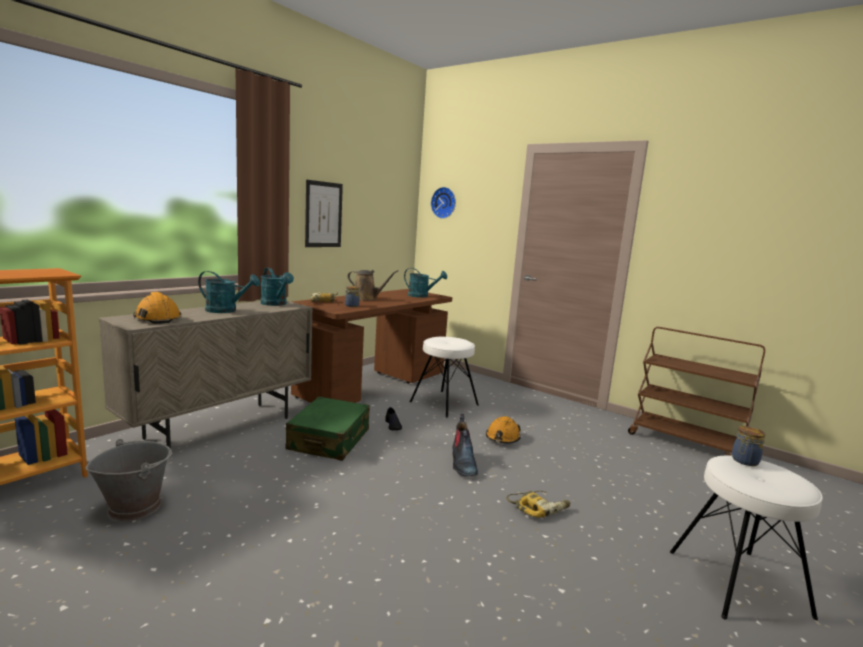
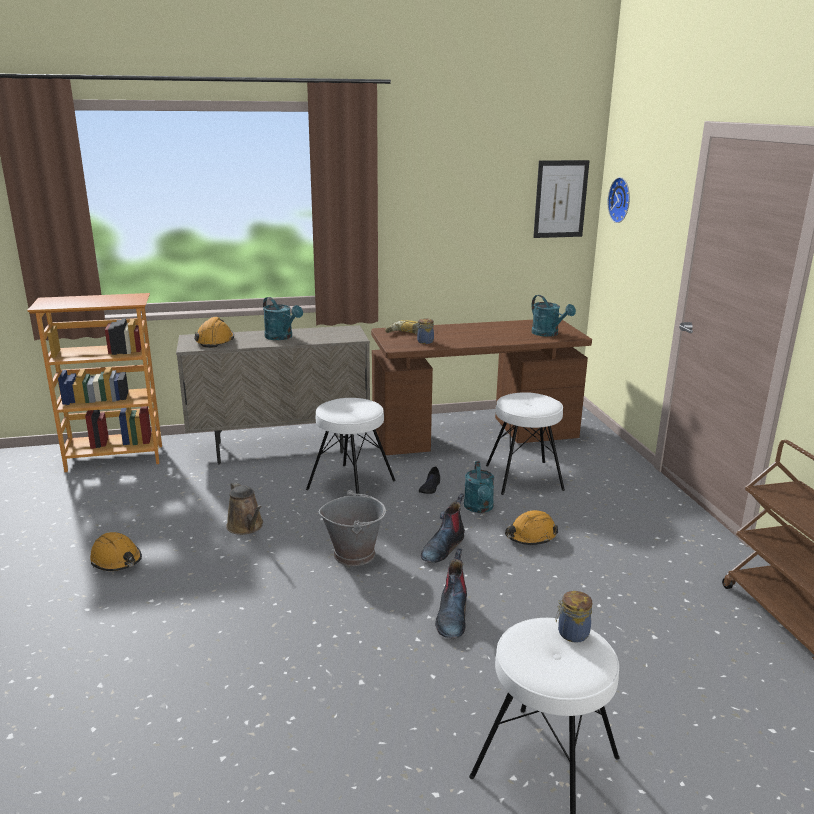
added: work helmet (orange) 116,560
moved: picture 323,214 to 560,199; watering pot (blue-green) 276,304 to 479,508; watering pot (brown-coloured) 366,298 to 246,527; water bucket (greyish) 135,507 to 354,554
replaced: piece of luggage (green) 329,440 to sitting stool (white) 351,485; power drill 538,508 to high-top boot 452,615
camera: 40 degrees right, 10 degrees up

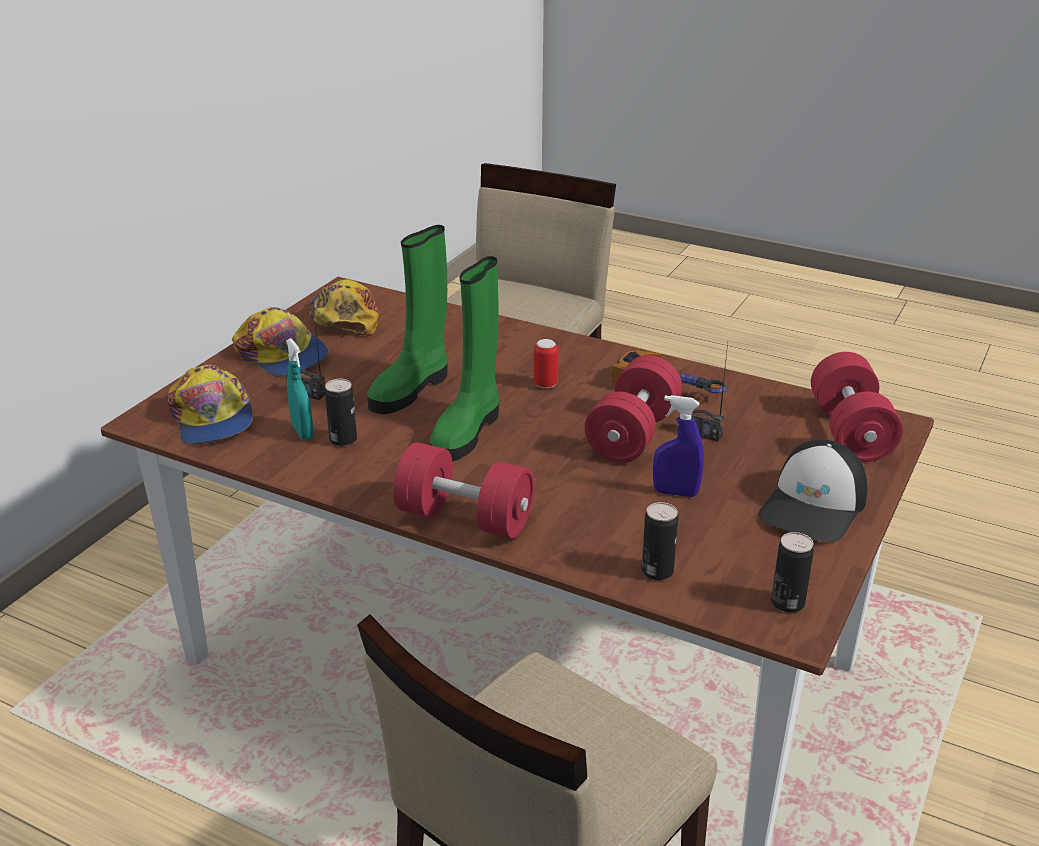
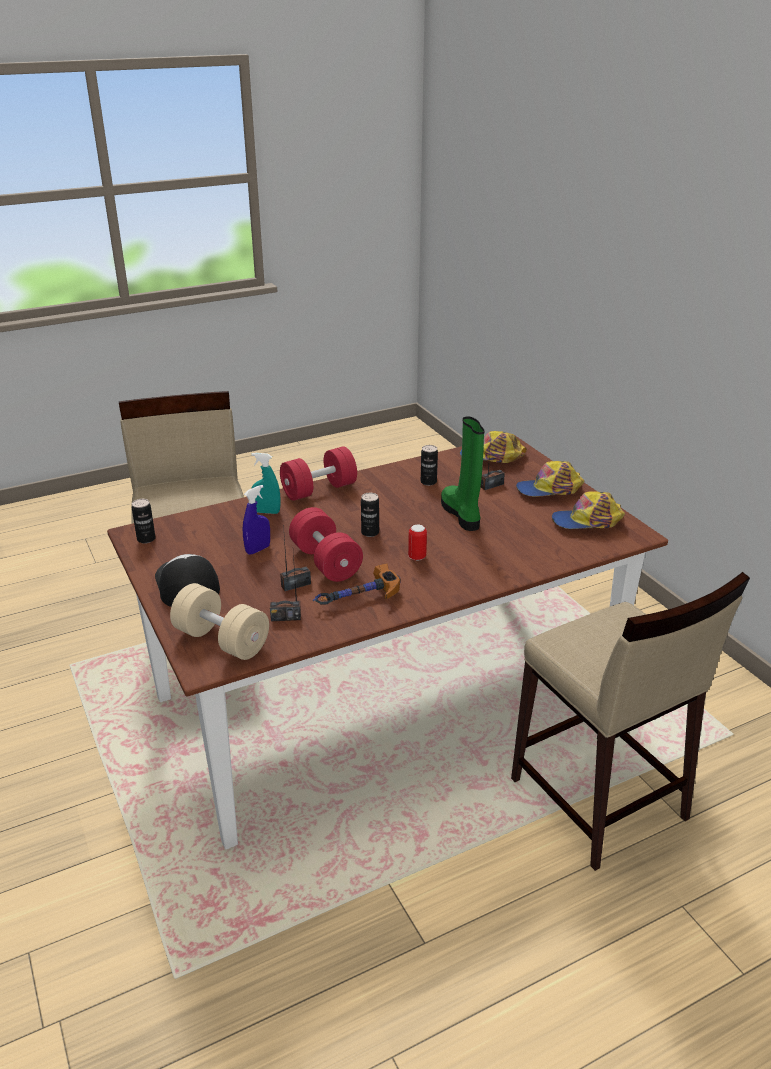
removed: high-top boot (green) 467,431
added: radio receiver 286,617
moved: hand sprayer (blue-green) 302,432 to 267,512; sealed can 657,571 to 370,532
recoloured: dumbbell (red-coloured) 850,432 to dumbbell (sand-coloured) 222,640
turned: peaked cap 345,317 = 587,522 150 degrees clockwise
camera: 125 degrees right, 0 degrees up

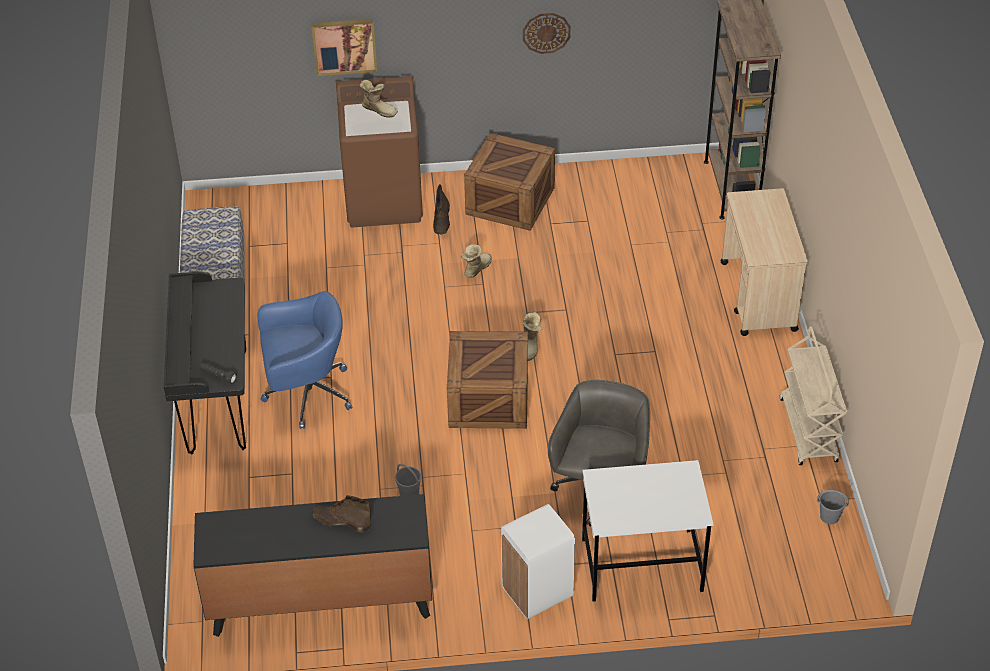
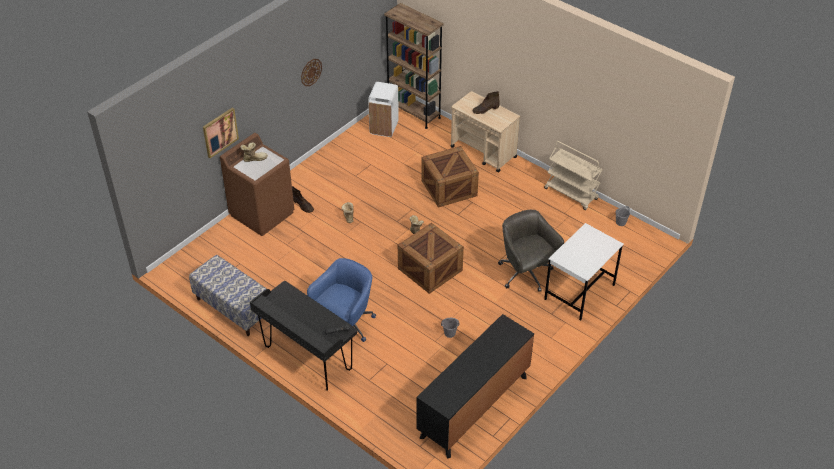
moved: packing crate 508,201 to 448,189; high-top boot (brown-coloured) 341,521 to 485,109; rubbish bin (white) 538,592 to 384,127
camera: 45 degrees left, 0 degrees up

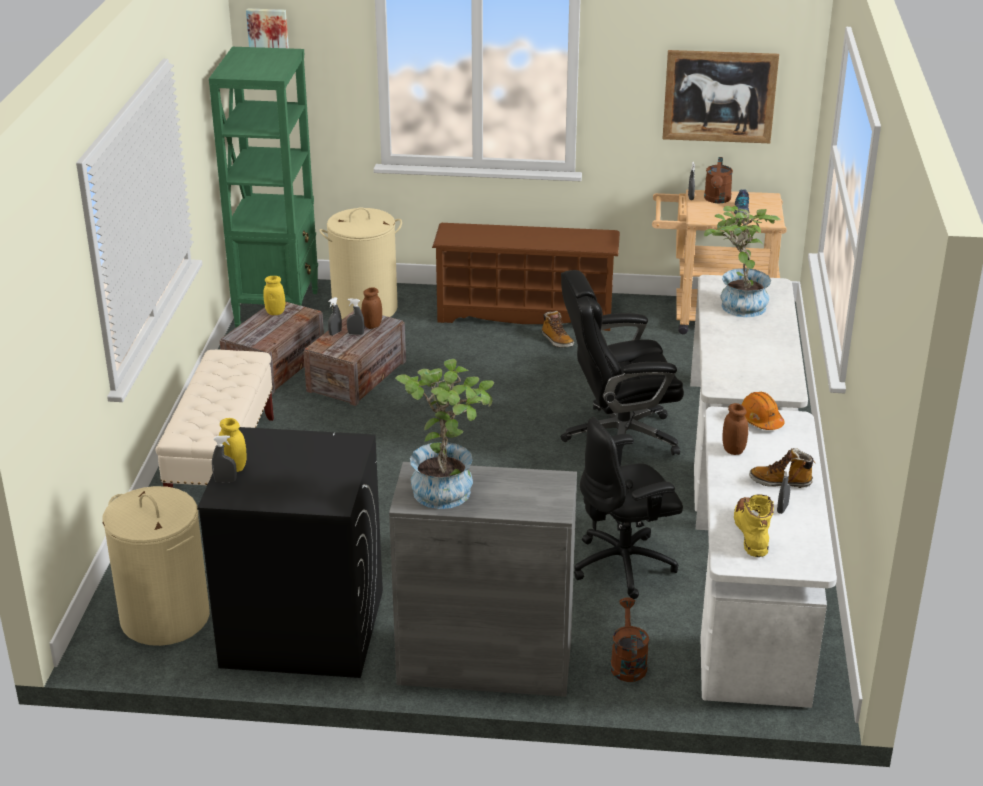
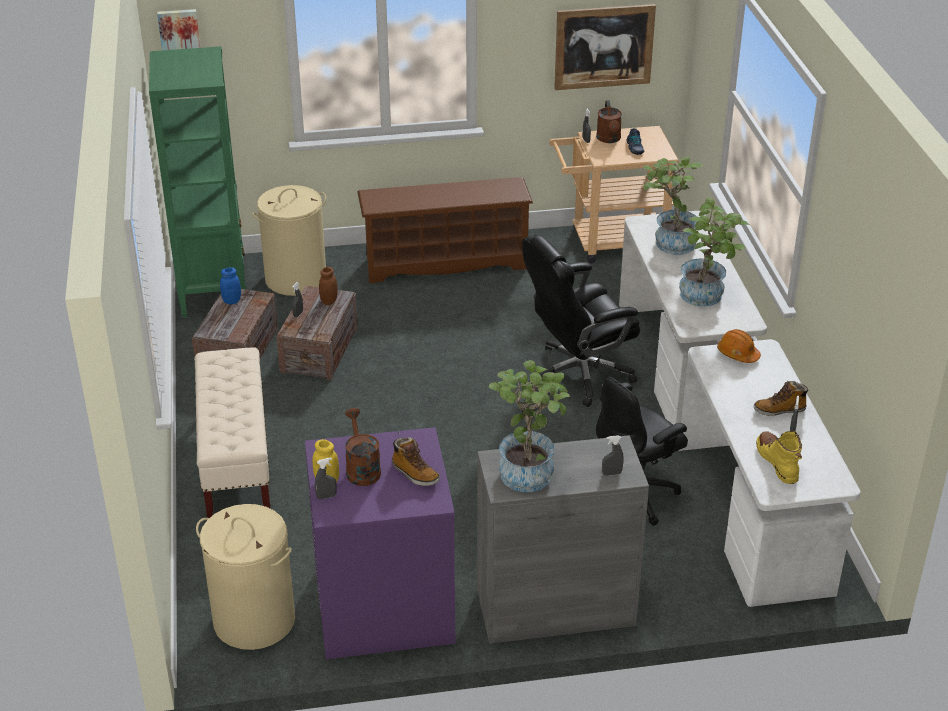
removed: storage jar (brown-coloured) 733,450
added: plant in a pot 707,297
moved: hand sprayer (greyish) 356,334 to 611,473; high-top boot 556,340 to 415,474; watering pot (brown-coloured) 627,663 to 361,469
recoloured: storage jar (yellow) 275,312 to storage jar (bluish) 232,301; laundry appliance (black) 301,629 to laundry appliance (purplish) 382,607
camera: 15 degrees left, 5 degrees up

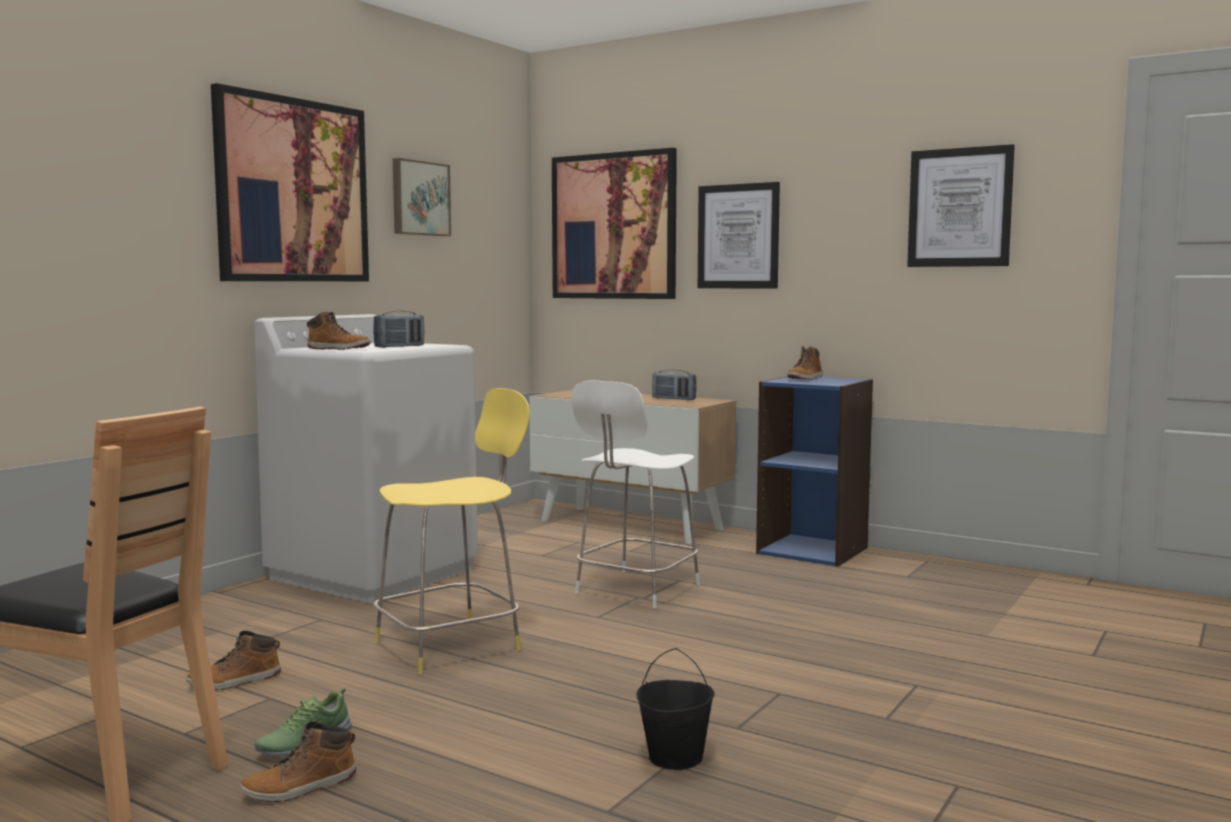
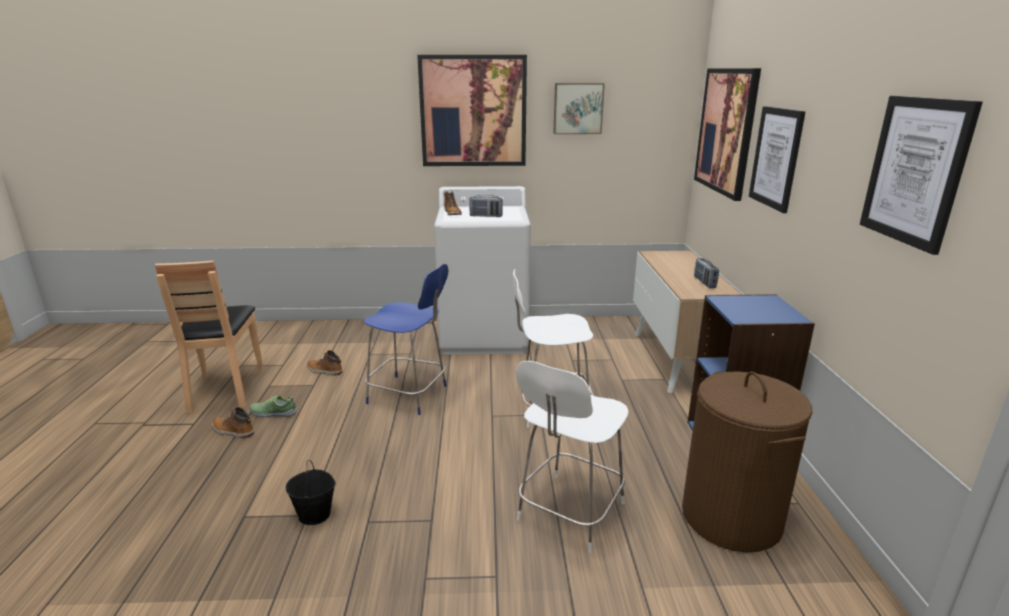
removed: high-top boot 805,378
added: sitting stool (white) 569,513; laundry basket (brown-coloured) 731,518
recoloured: sitting stool (yellow) 452,644 to sitting stool (bluish) 410,395
camera: 55 degrees right, 15 degrees up

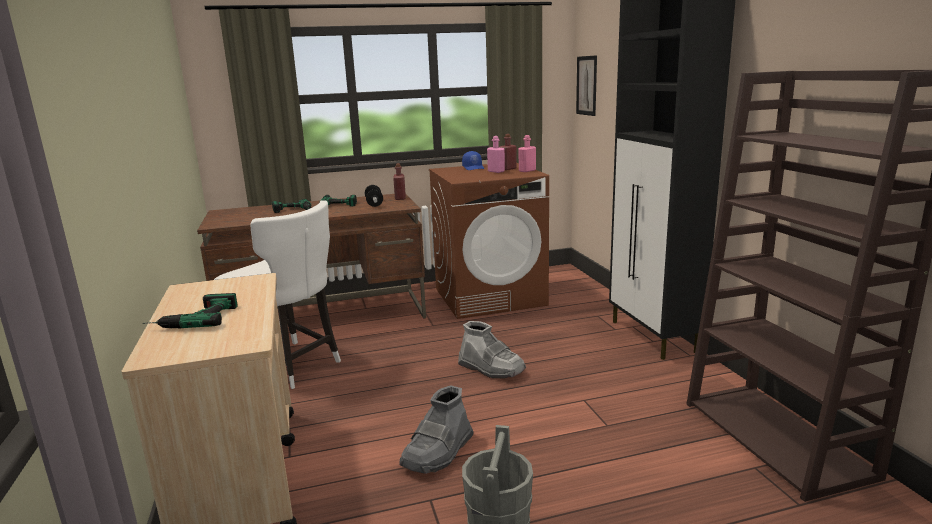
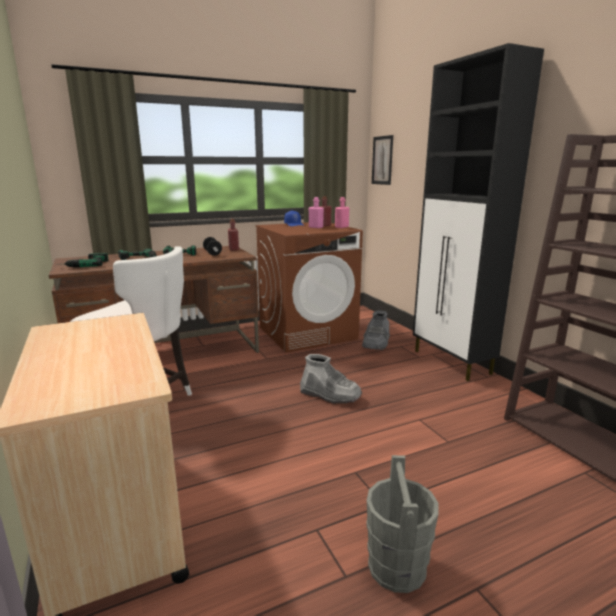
moved: power drill 192,318 to 83,264; high-top boot (greyish) 438,452 to 376,344
camera: 10 degrees left, 0 degrees up

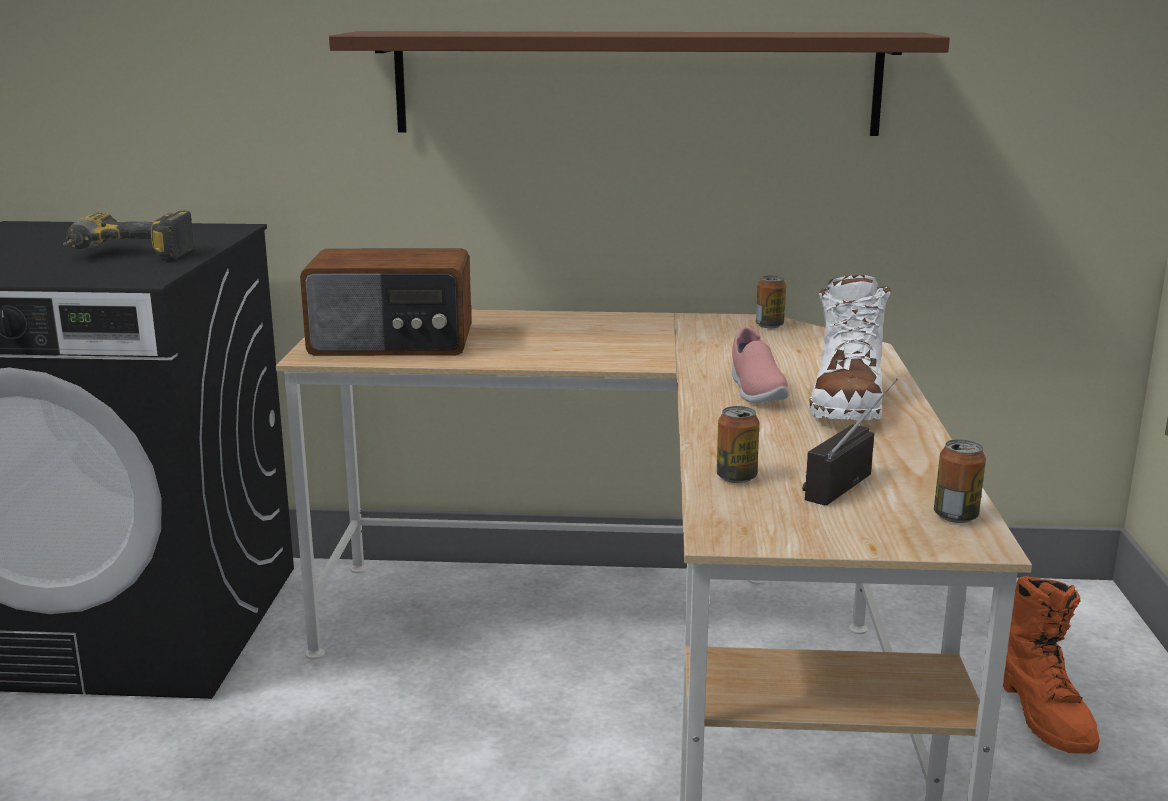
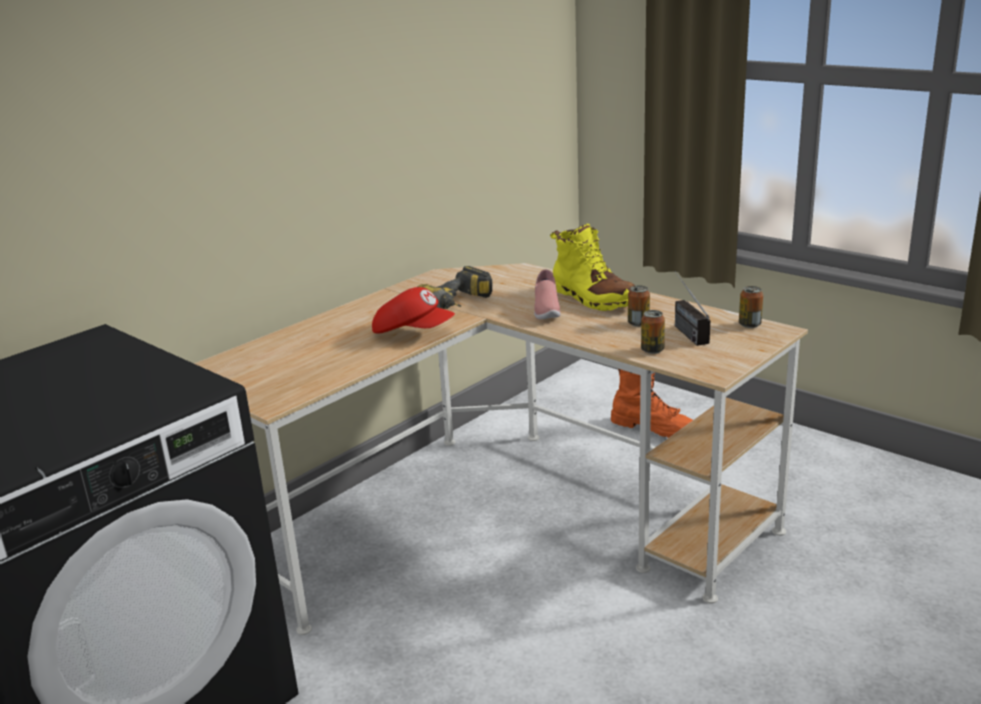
removed: wall shelf (brown-coloured) 636,83; radio receiver 392,343
added: peaked cap (red-coloured) 413,332
moved: power drill 126,256 to 460,304; sealed can 769,325 to 638,323
recoloured: high-top boot (white) 847,403 to high-top boot (yellow) 593,299
turned: item of footwear (pink-coloured) 755,391 = 546,311 60 degrees clockwise
camera: 50 degrees left, 5 degrees up

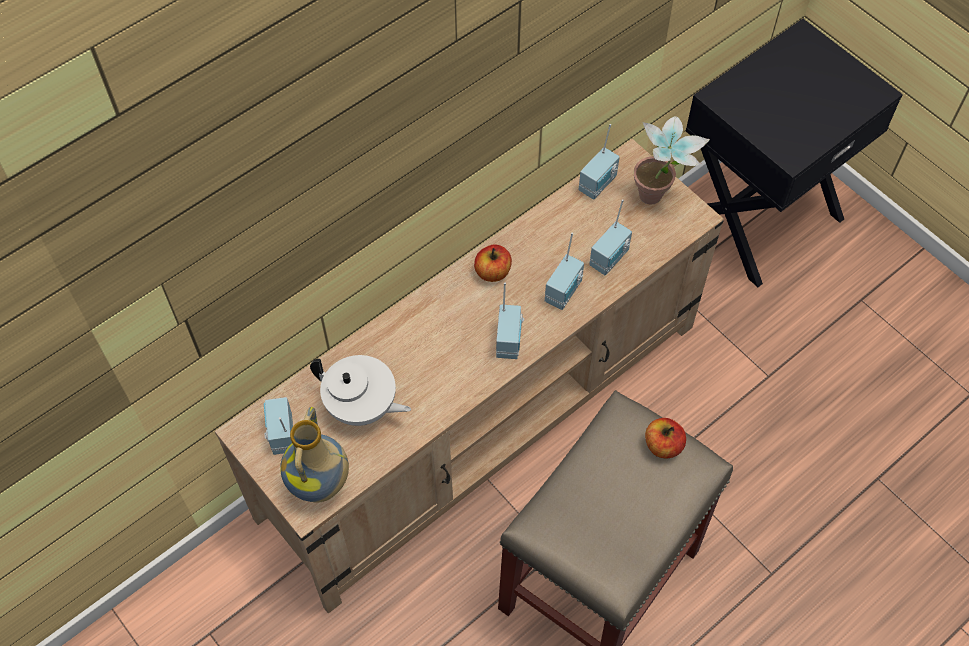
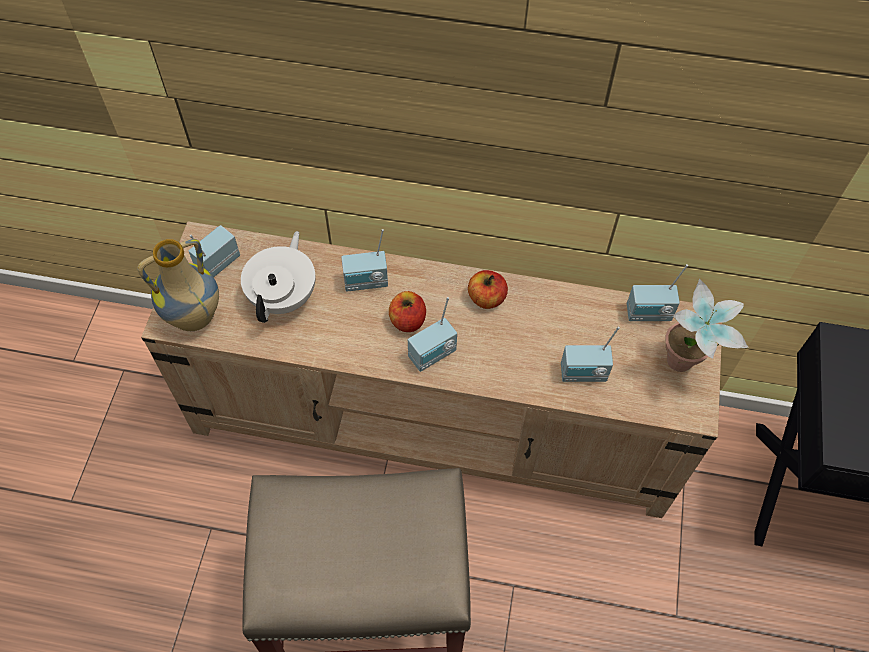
moved: radio receiver 564,292 to 366,283; apple 663,446 to 407,320
turned: teapot (white) 362,406 = 284,296 150 degrees counterclockwise
camera: 50 degrees right, 0 degrees up

